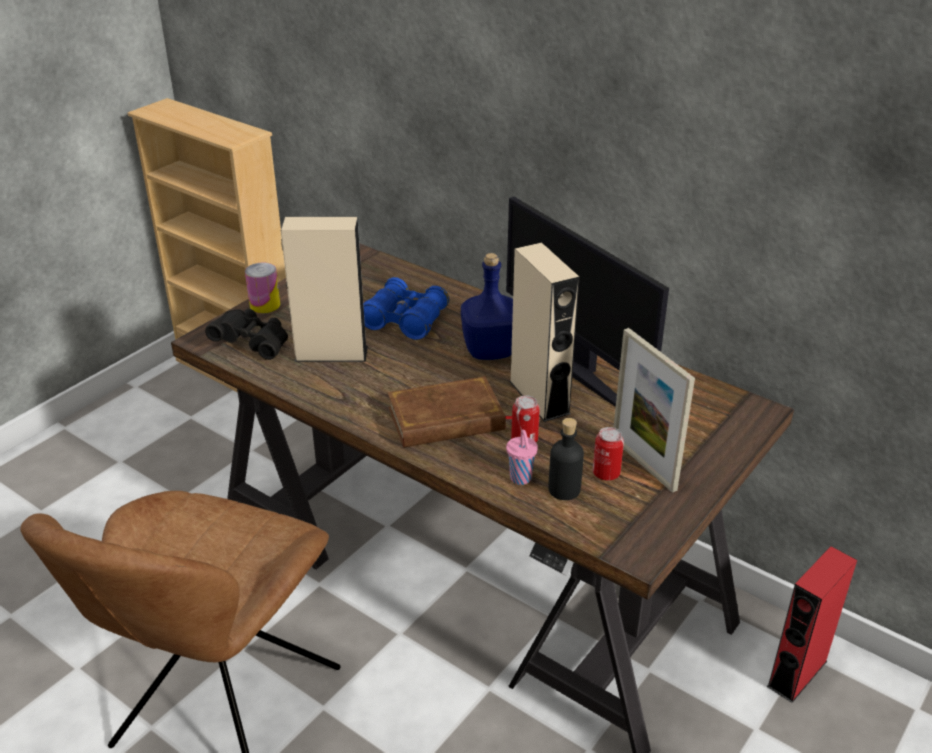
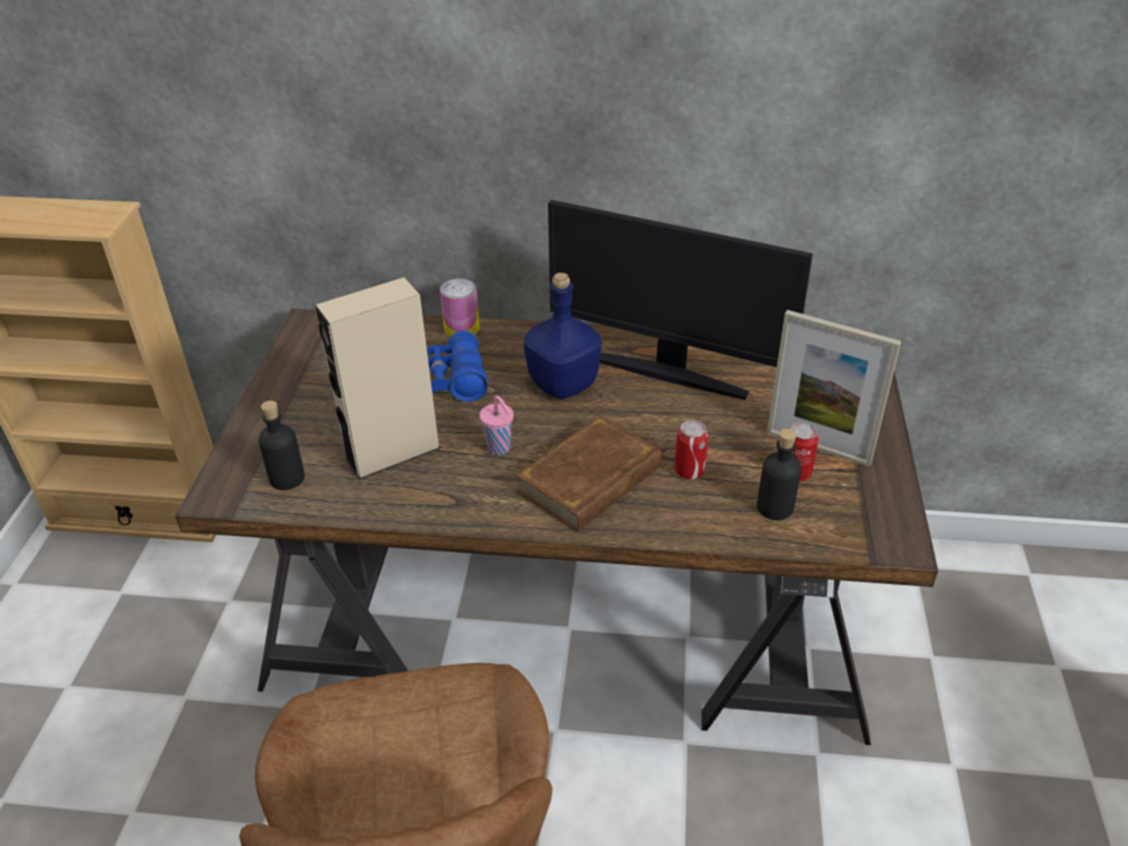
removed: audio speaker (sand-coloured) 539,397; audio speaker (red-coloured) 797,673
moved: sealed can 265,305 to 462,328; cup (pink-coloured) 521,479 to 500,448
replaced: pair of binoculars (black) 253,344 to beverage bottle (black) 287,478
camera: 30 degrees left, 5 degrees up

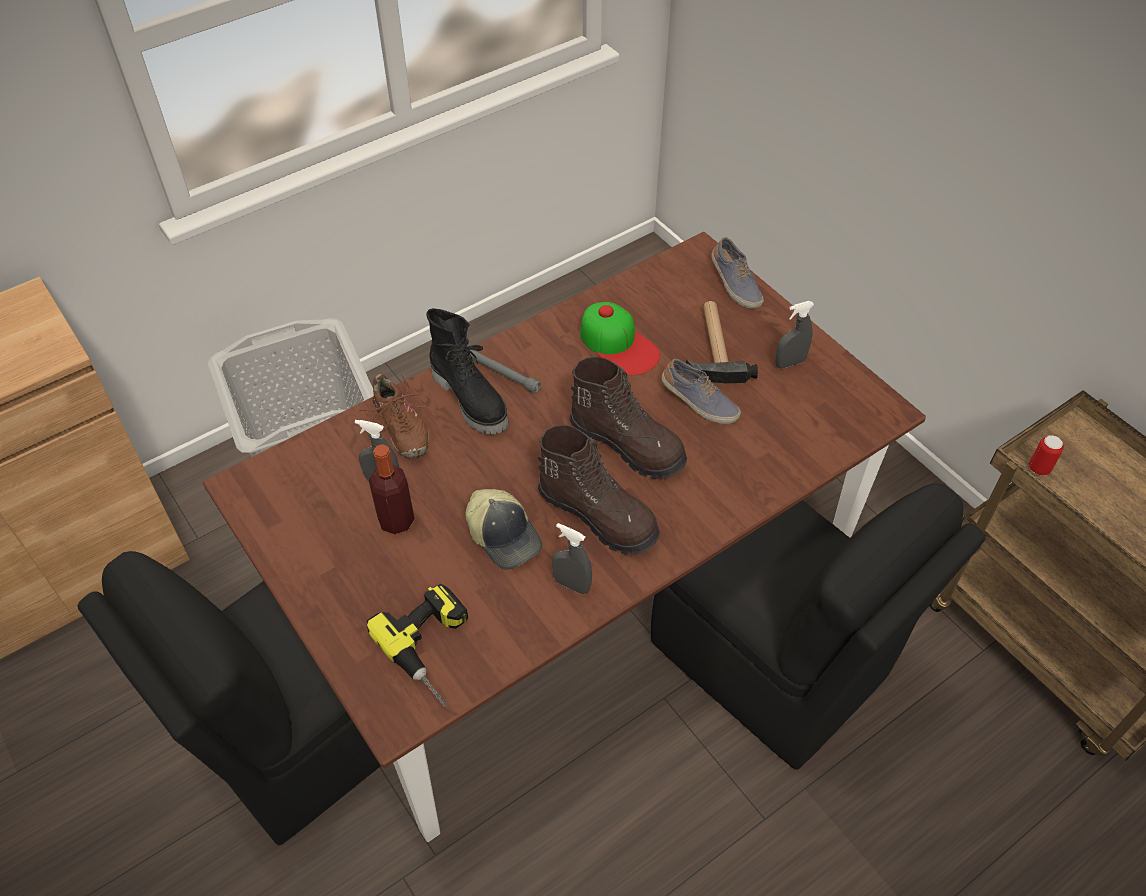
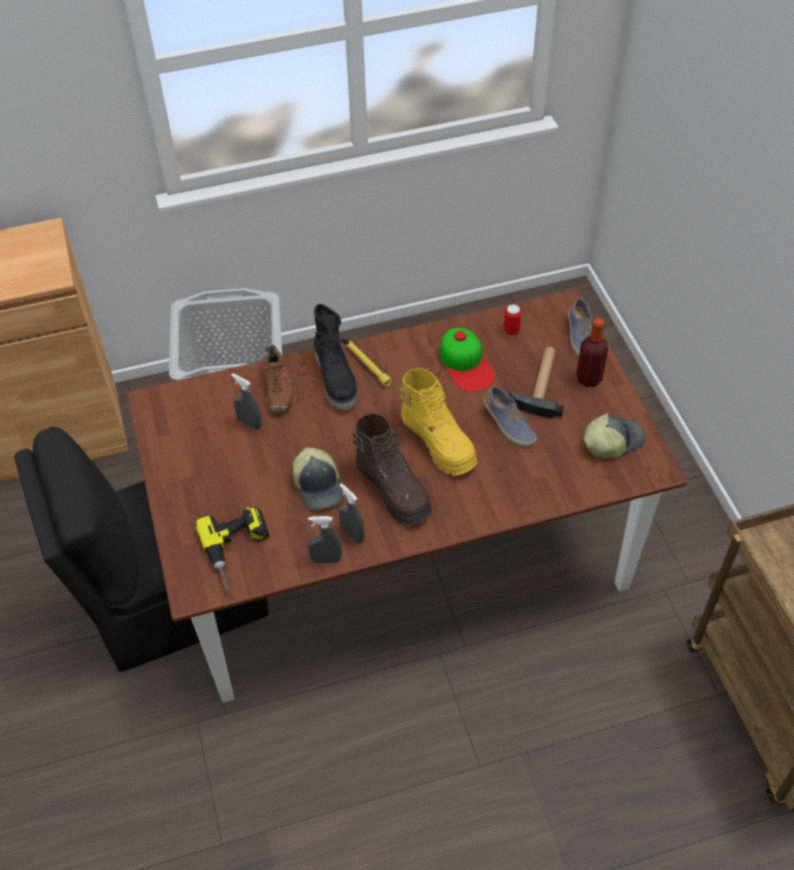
removed: upright chair (black) 773,663
added: peaked cap 612,441
moved: hand sprayer (greyish) 789,363 to 326,559; sealed can 1039,468 to 511,331; beverage bottle 396,520 to 588,379
recoloured: hand torch (greyish) 502,374 to hand torch (yellow) 368,366; high-top boot (brown-coloured) 628,444 to high-top boot (yellow) 439,442
camera: 20 degrees right, 0 degrees up

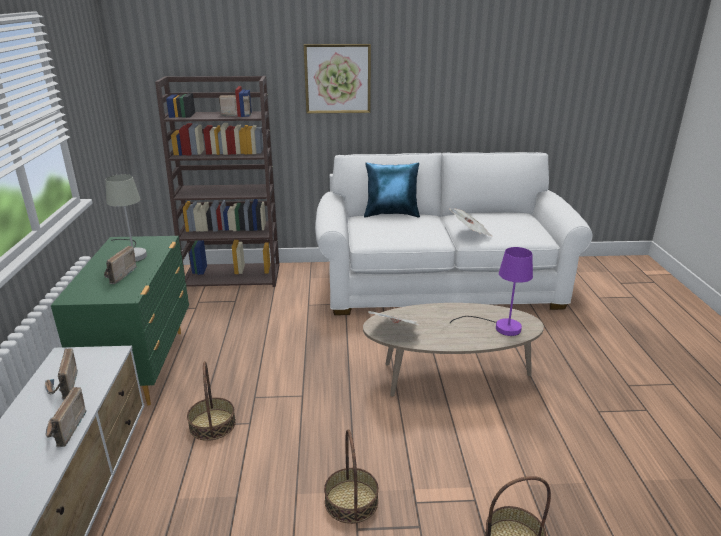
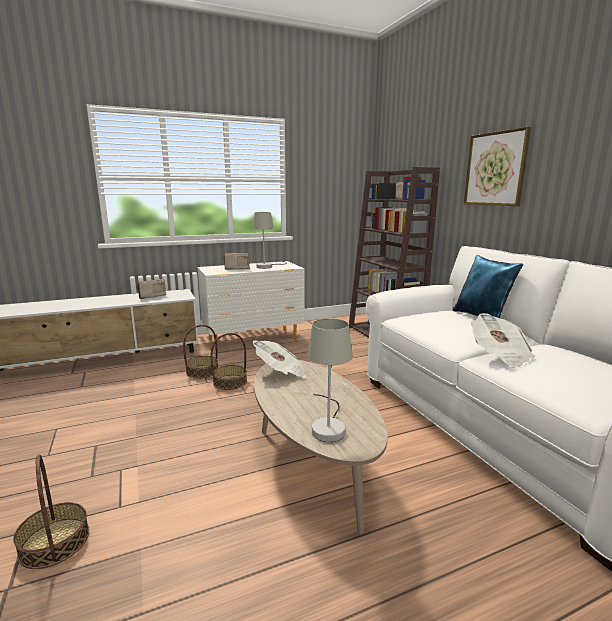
removed: radio receiver 63,431
moved: household basket 351,501 to 230,382
recoloured: dresser (green) 143,365 to dresser (white) 254,340; lamp for a table (purplish) 500,327 to lamp for a table (greyish) 328,426
camera: 70 degrees right, 10 degrees down

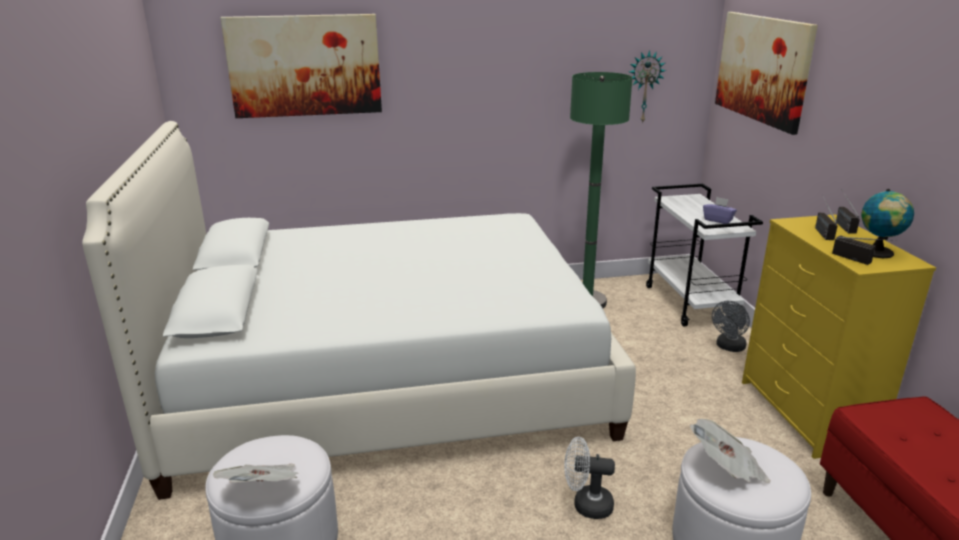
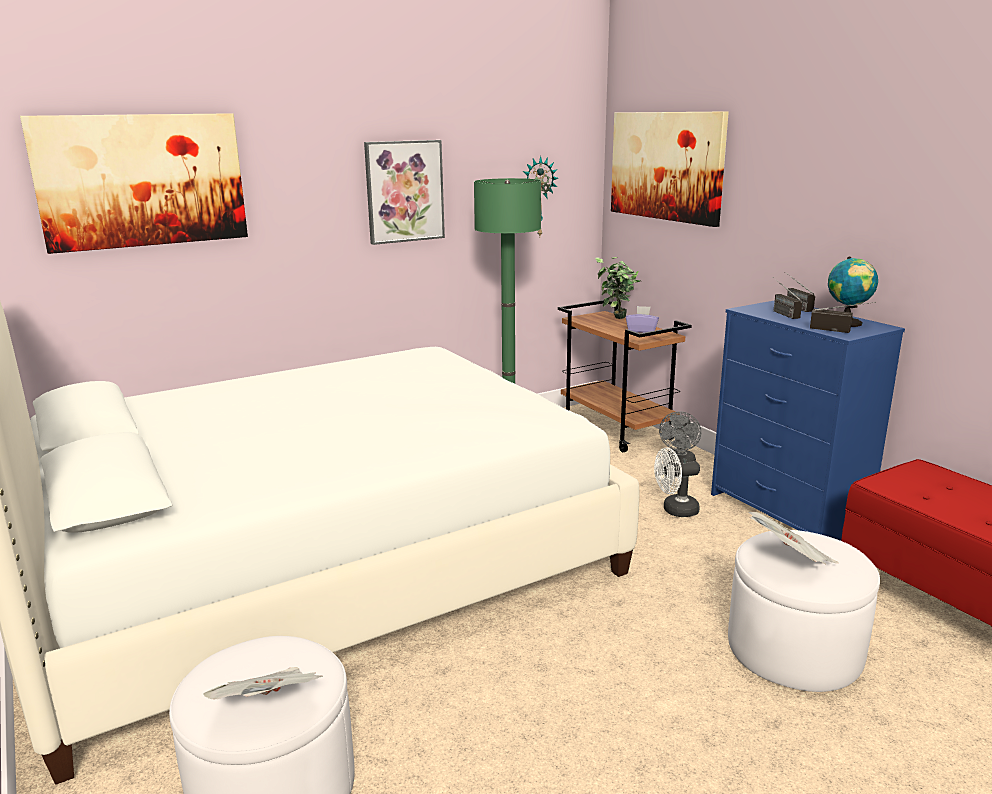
added: picture 404,191; plant in a pot 616,319
moved: cooling fan (white) 586,505 to 675,510
recoloured: wheeled cart (white) 691,303 to wheeled cart (brown-coloured) 617,430; dresser (yellow) 807,414 to dresser (bluish) 788,512
camera: 20 degrees left, 5 degrees down

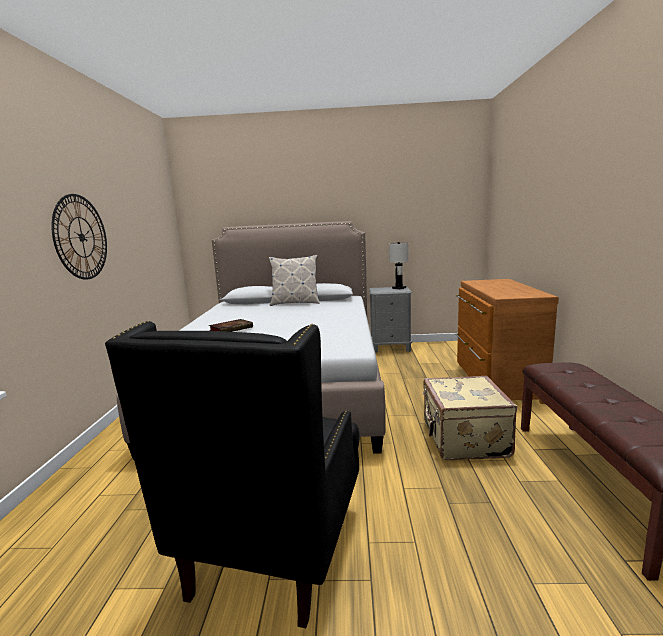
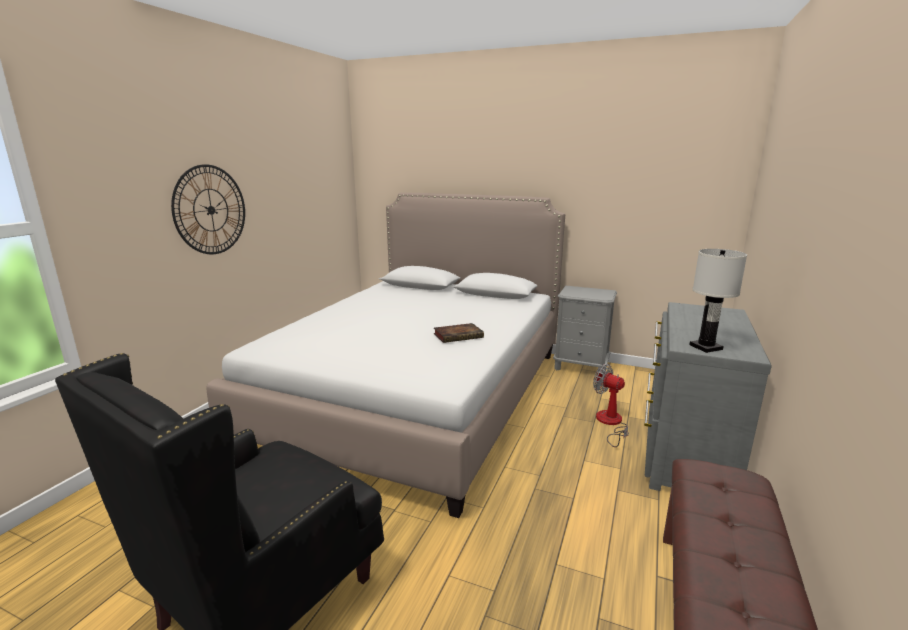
removed: throw pillow 295,303; piece of luggage (sand-coloured) 463,439
added: cooling fan 610,423
moved: lamp for a table (white) 398,288 to 705,347; book 232,329 to 459,335
recoloured: dresser (brown-coloured) 495,382 to dresser (greyish) 684,453
camera: 20 degrees right, 5 degrees up

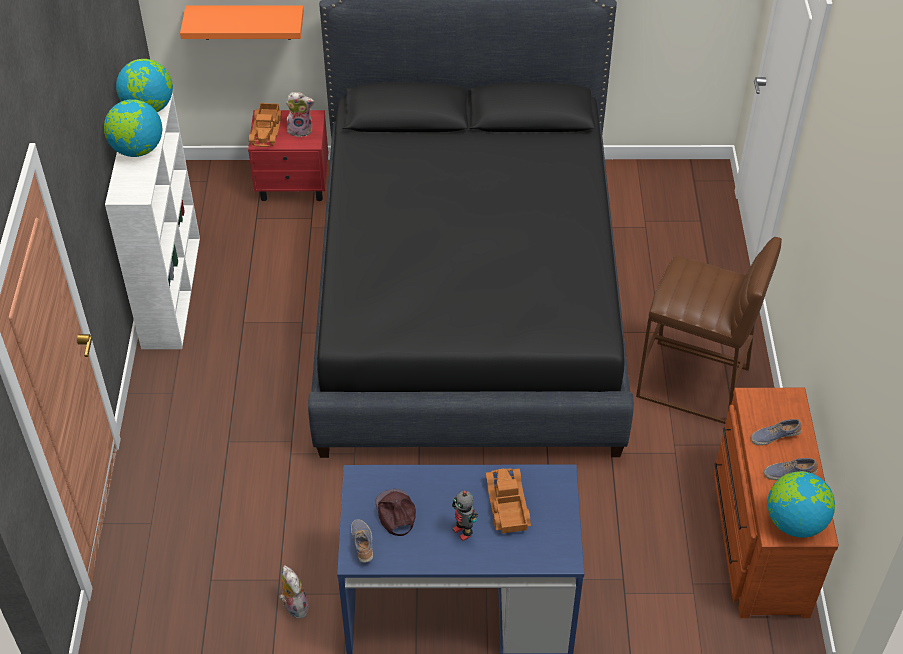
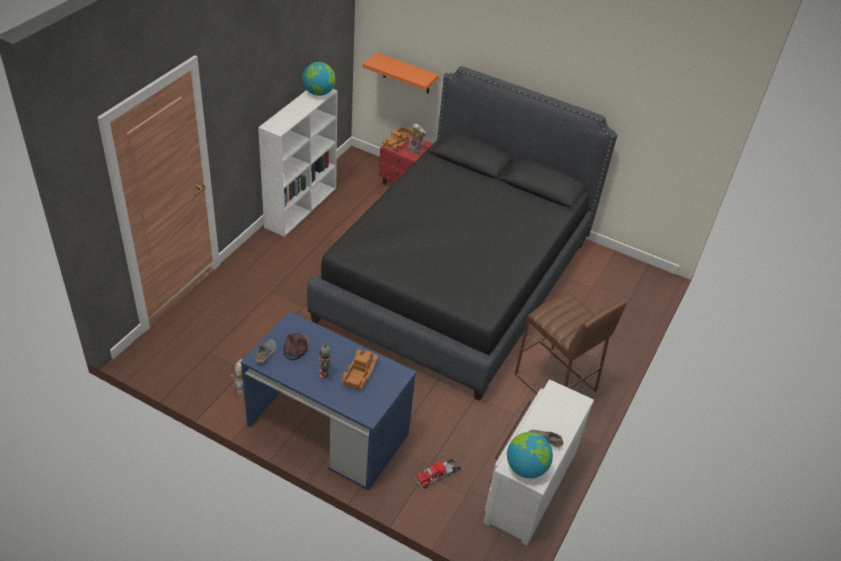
removed: world globe 137,149; item of footwear 774,436
added: toy truck 437,475
recoloured: dresser (brown-coloured) 756,538 to dresser (white) 528,485
camera: 25 degrees right, 5 degrees down

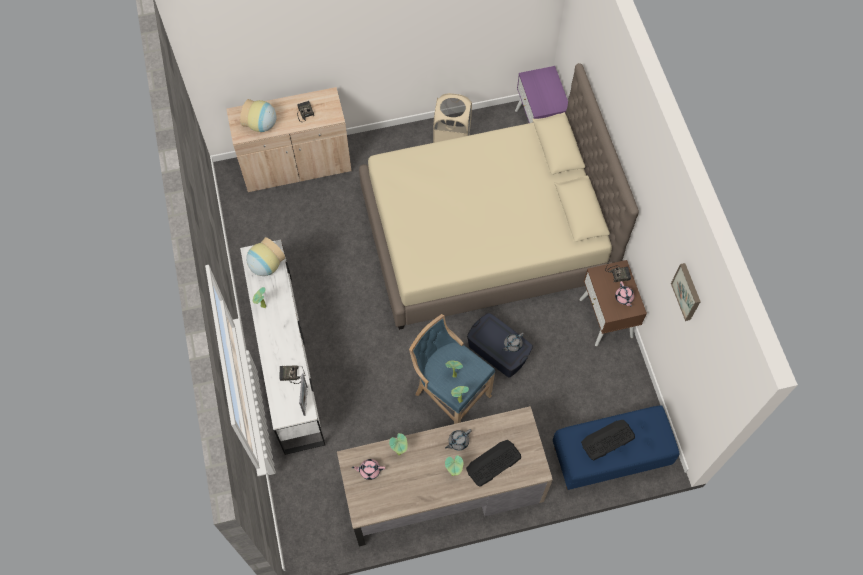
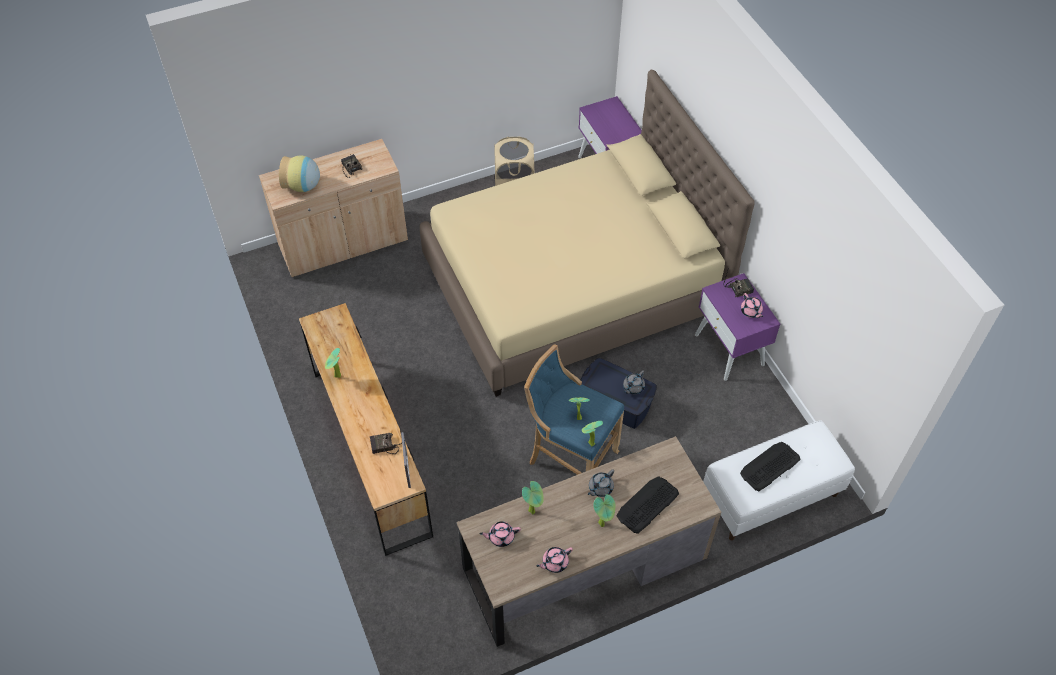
removed: decorative vase 266,266; picture 687,291
added: teapot (pink-coloured) 554,562
recoloured: dresser (white) 288,361 to dresser (brown-coloured) 371,451; night table (brown-coloured) 606,318 to night table (purplish) 729,350; indoor bench (bluish) 609,457 to indoor bench (white) 770,496
camera: 10 degrees left, 10 degrees down

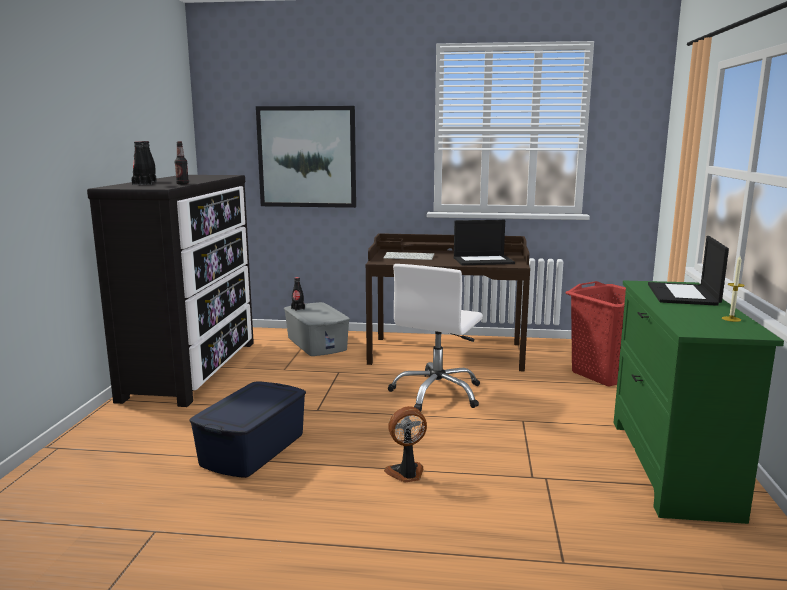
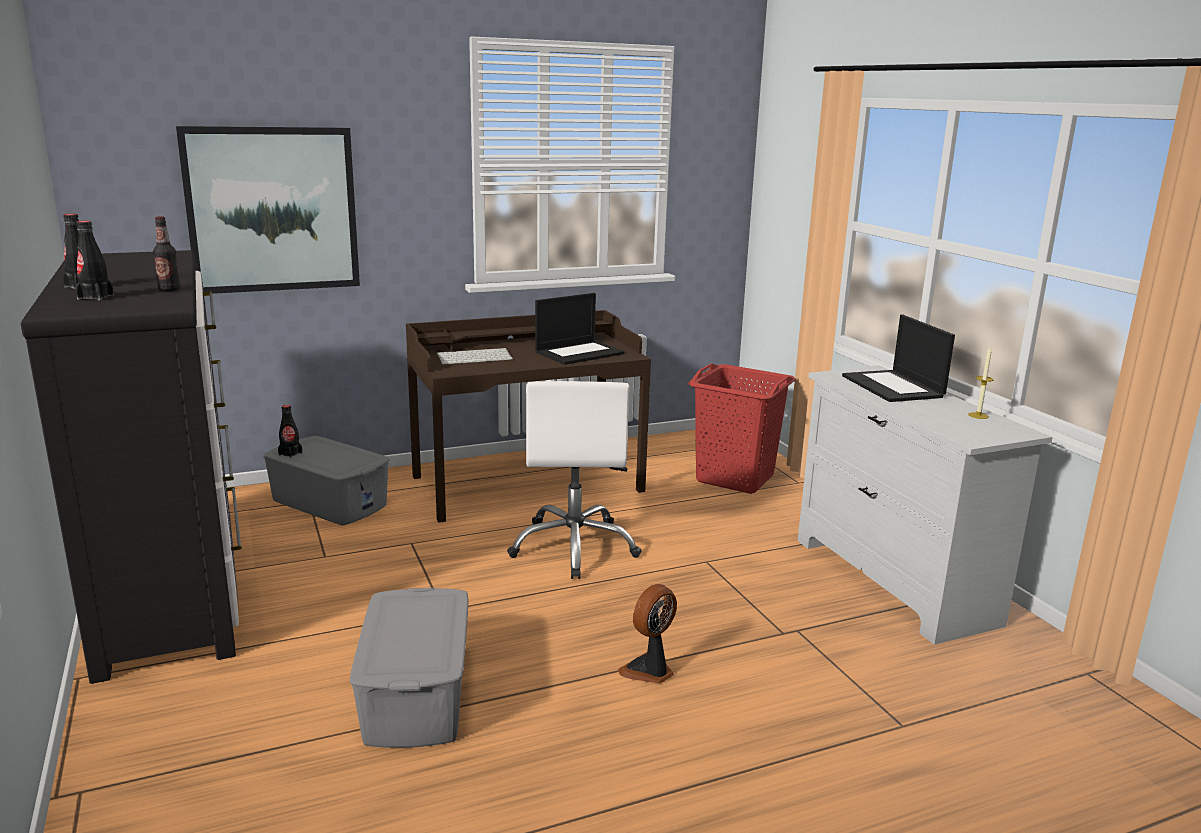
recoloured: dresser (green) 671,466 to dresser (white) 893,581; storage container (bluish) 252,449 to storage container (greyish) 415,696
camera: 30 degrees left, 5 degrees up

